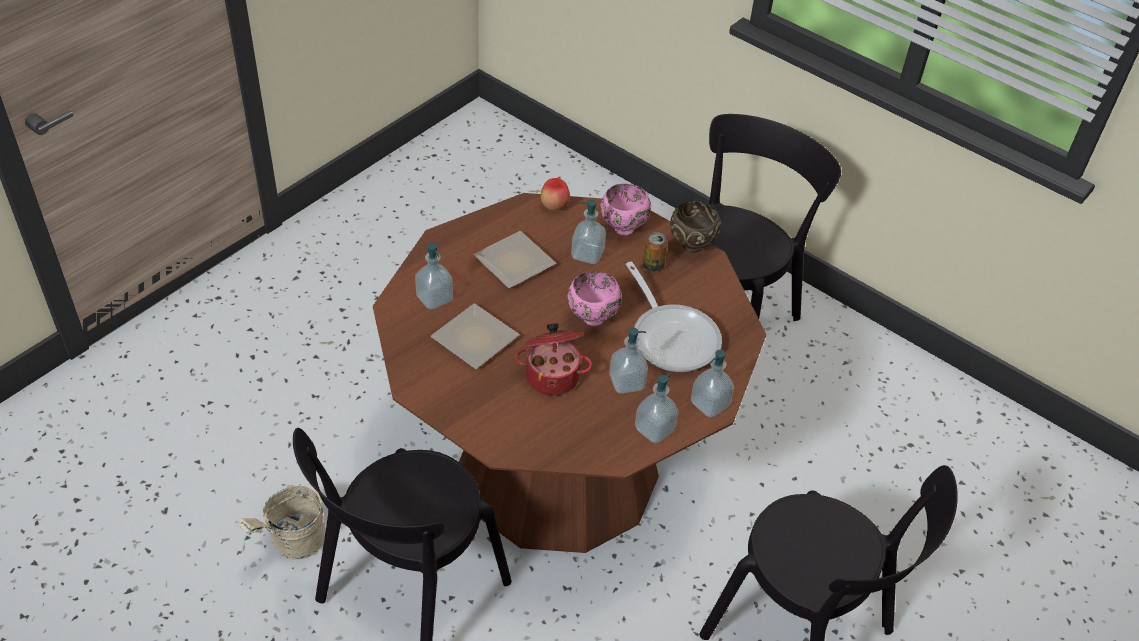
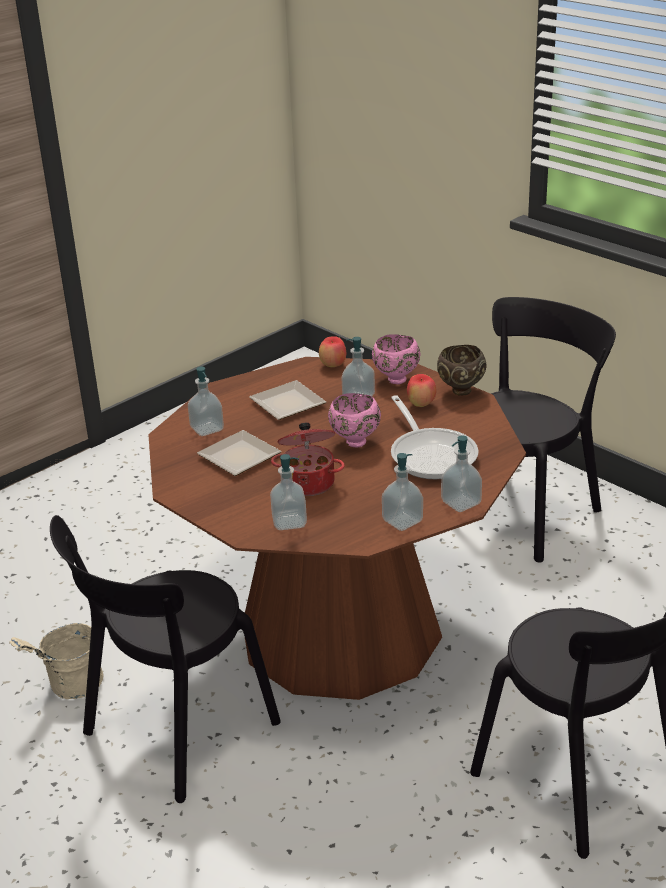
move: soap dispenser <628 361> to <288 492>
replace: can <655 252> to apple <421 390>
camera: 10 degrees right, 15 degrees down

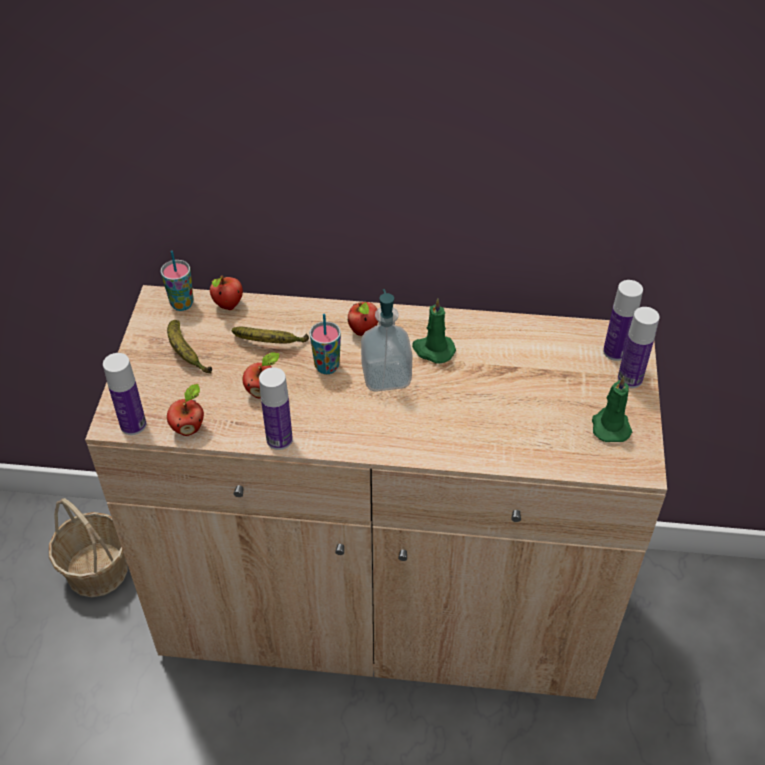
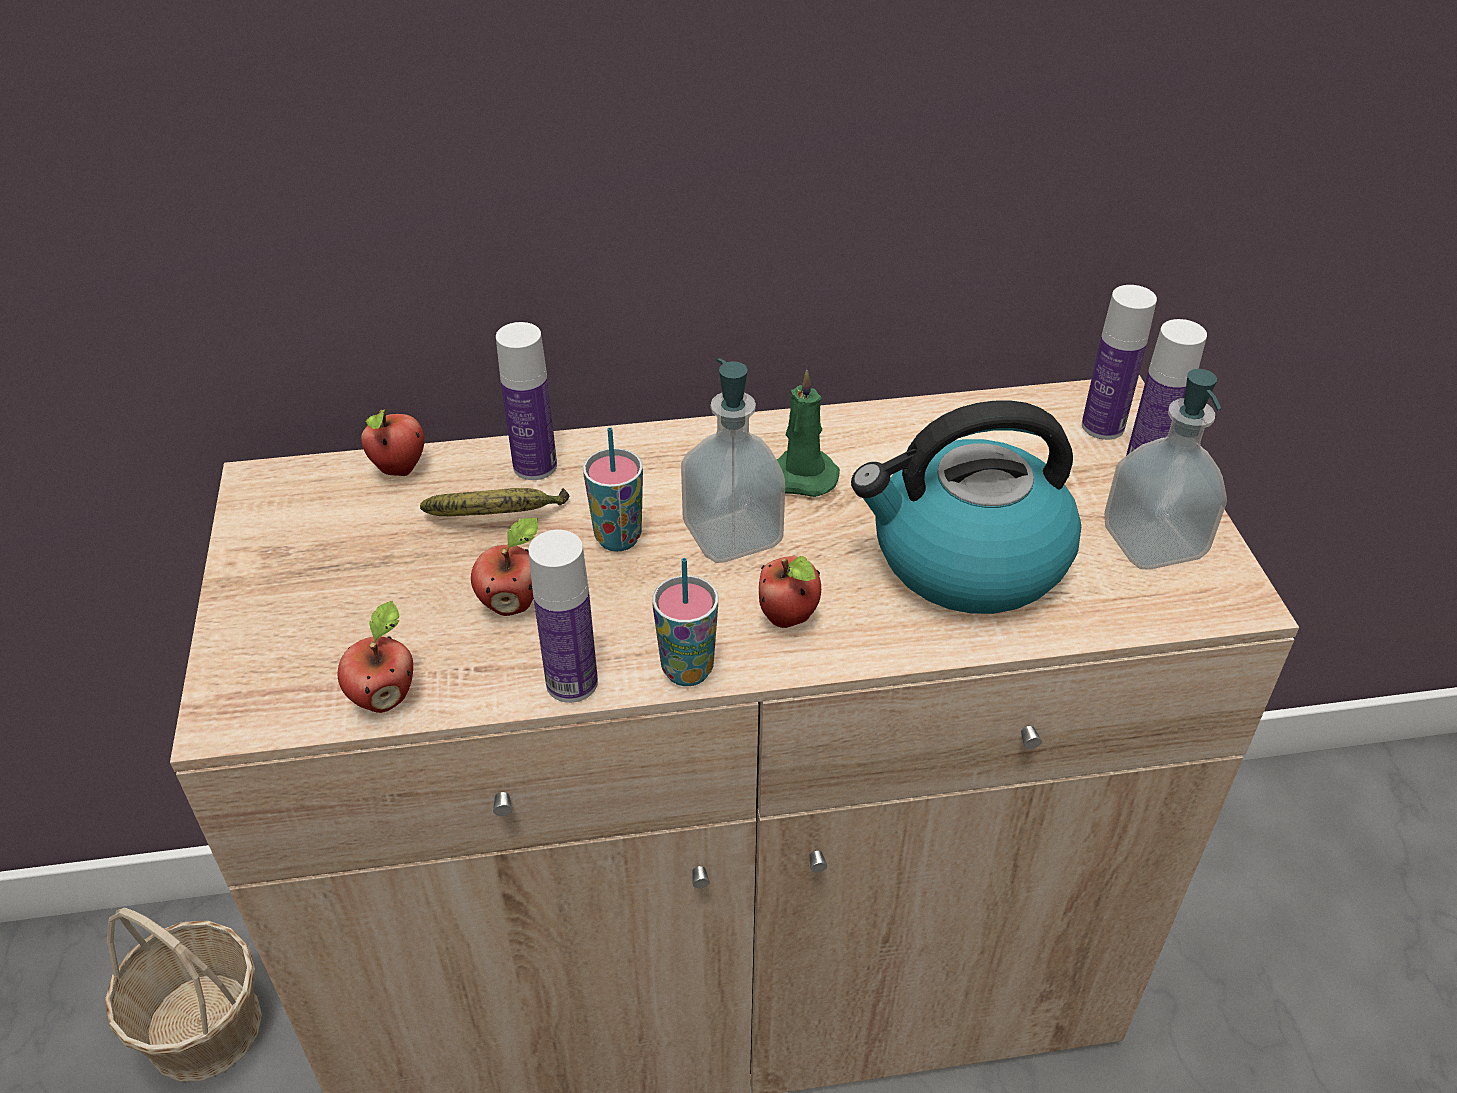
delete: banana <189 347>
insert: kettle <966 507>
move: bottle <124 394> to <526 401>; cup <177 281> to <685 622>; apple <363 319> to <790 592>
replace: candle (green) <612 409> to soap dispenser <1165 469>
camera: 15 degrees left, 5 degrees down

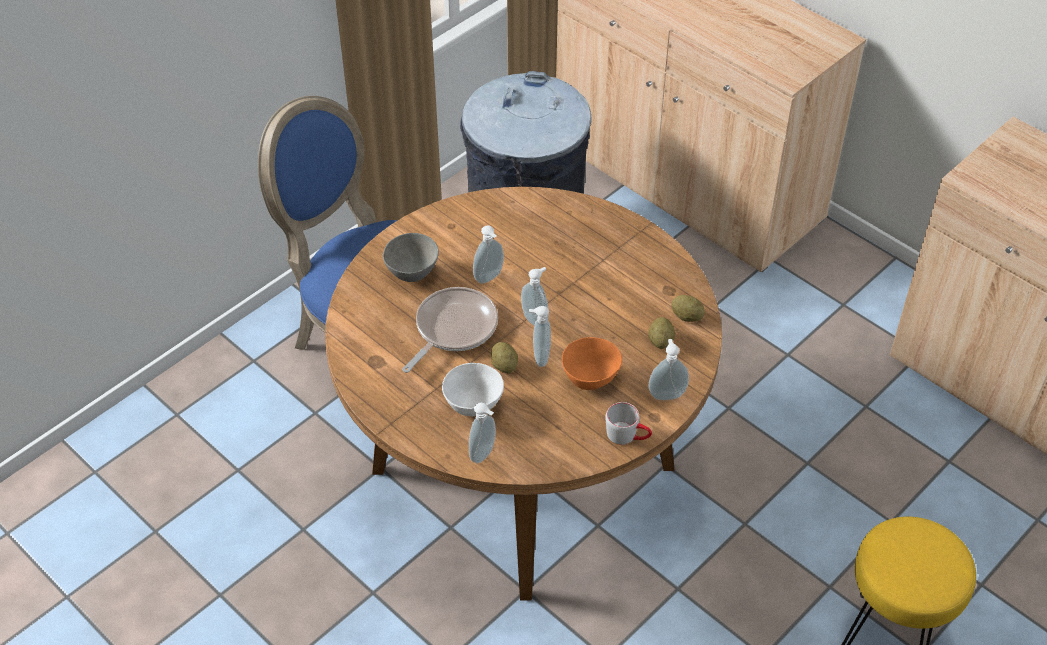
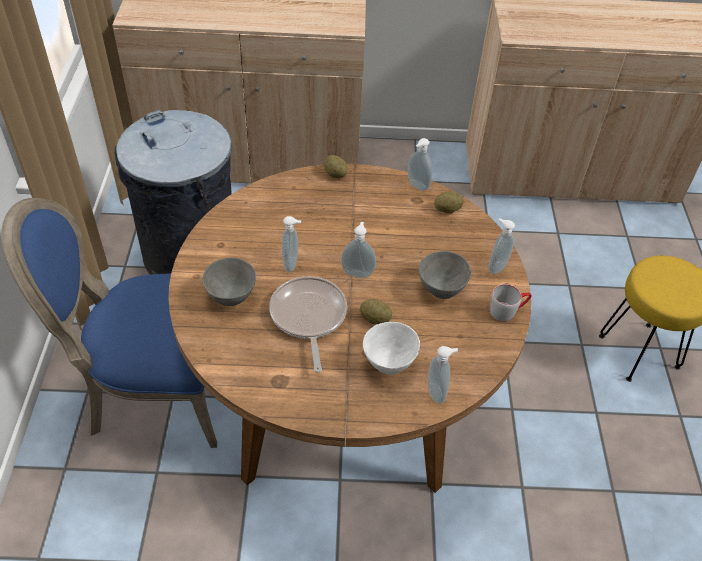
move: potato <661 333> to <336 166>; soap dispenser <540 336> to <420 164>
recolor: bowl (orange) <592 363> to bowl (grey) <445 275>
camera: 45 degrees left, 0 degrees up

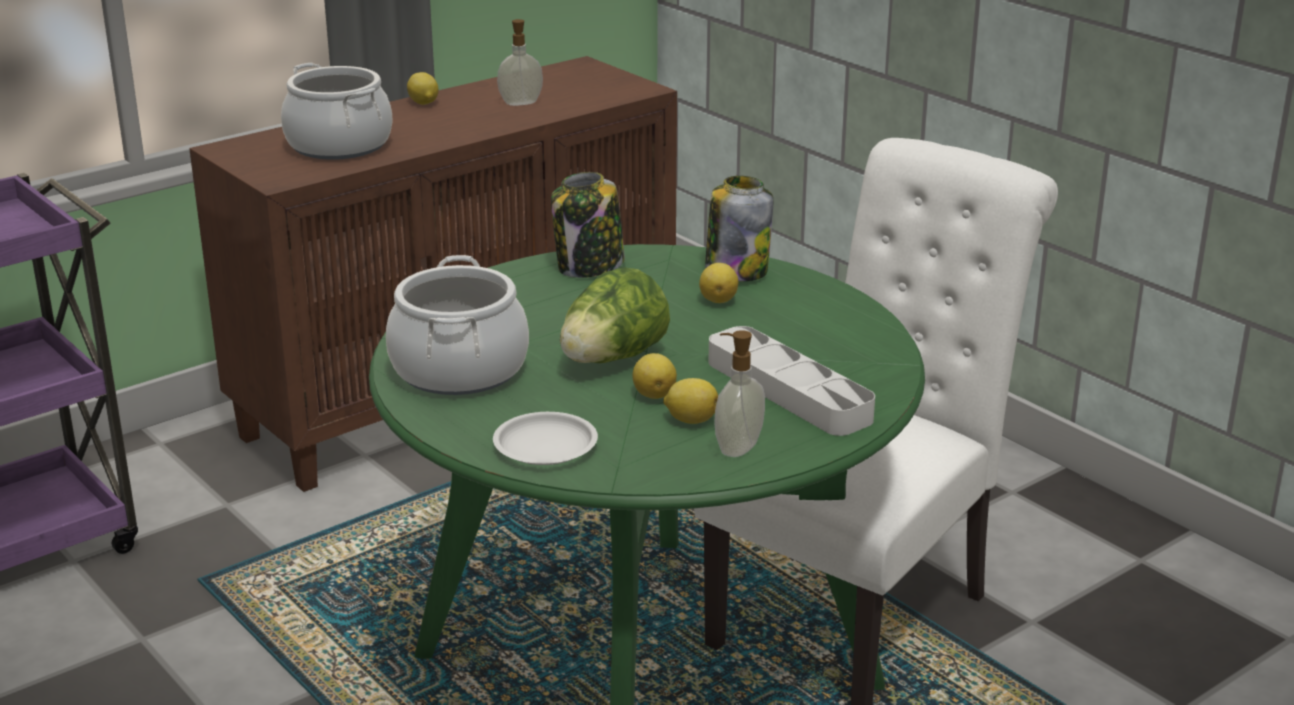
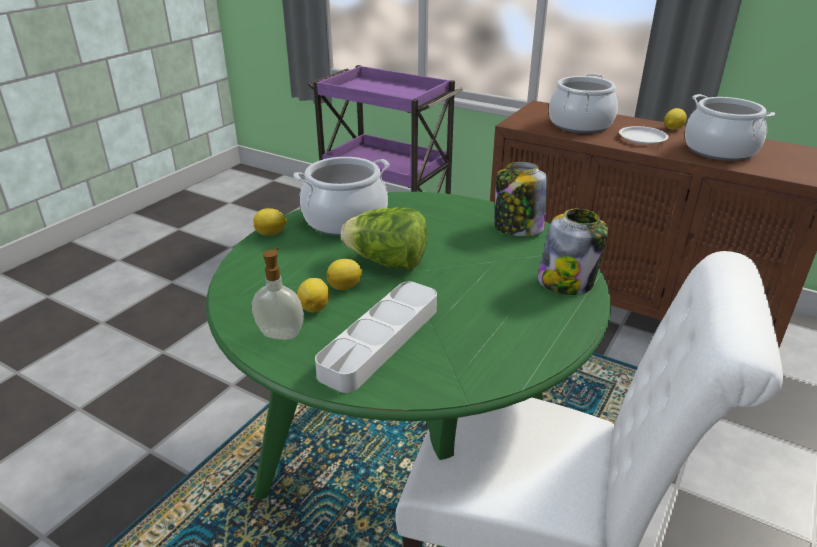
move: lemon <718 283> to <270 222>; plate (white) <545 438> to <644 135>
replace: soap dispenser <520 62> to cooking pot <730 127>
camera: 70 degrees right, 5 degrees up

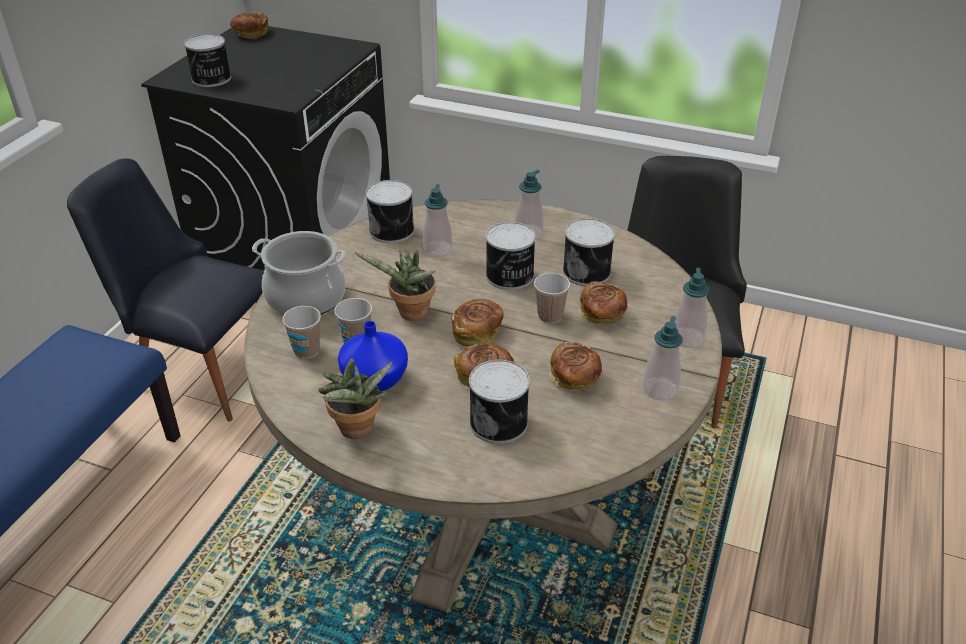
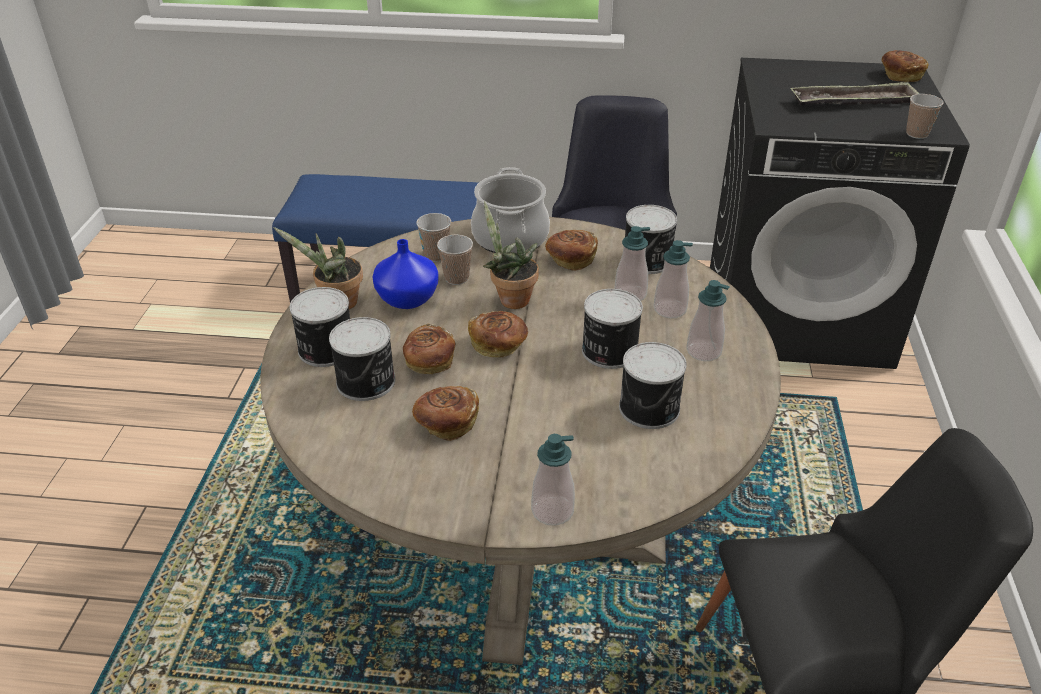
insert: tray <855 93>
move: can <207 60> to <320 327>; bread <603 303> to <571 250>; soap dispenser <662 358> to <673 279>; cup <552 298> to <925 116>
camera: 75 degrees right, 0 degrees up

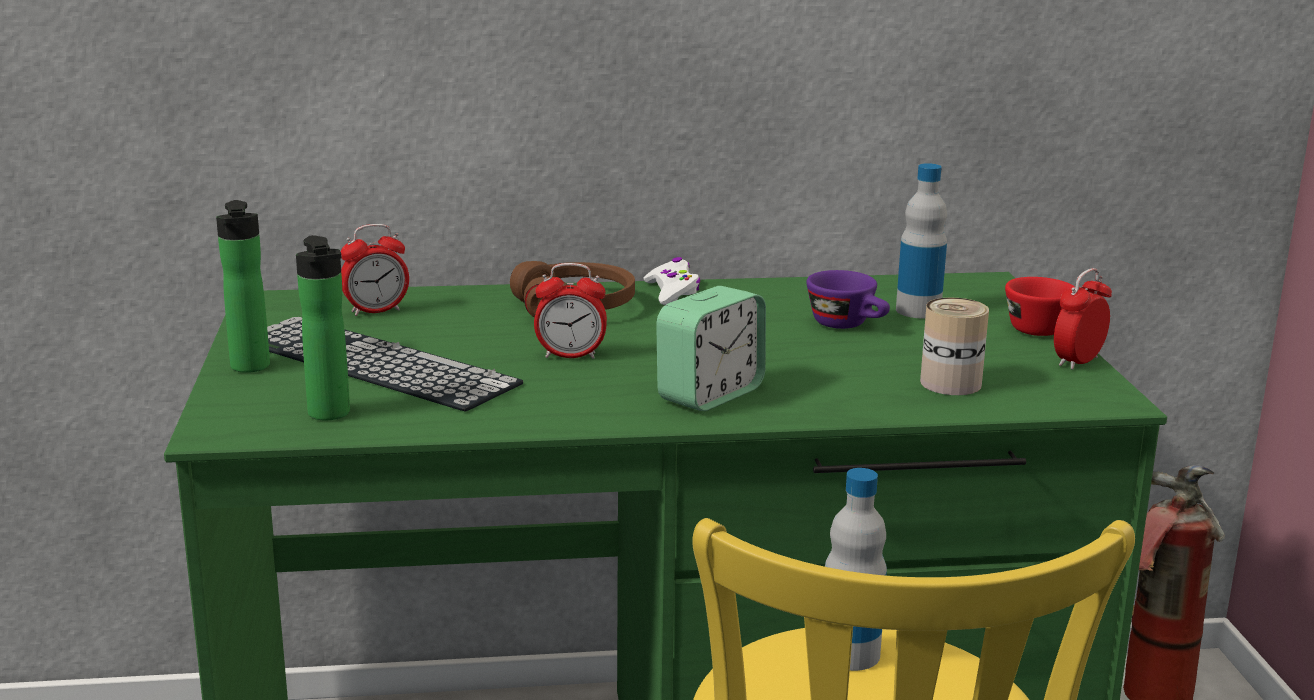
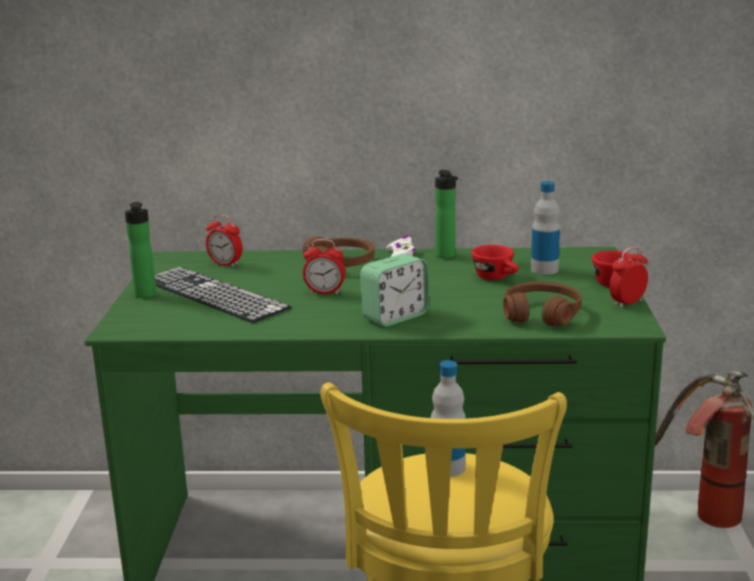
move: bottle <323 327> to <446 214>
replace: can <954 346> to headphones (brown) <542 303>
recolor: cup (purple) <848 299> to cup (red) <495 262>
rotate: alarm clock <375 270> = <224 241> 45 degrees clockwise
camera: 10 degrees right, 0 degrees up

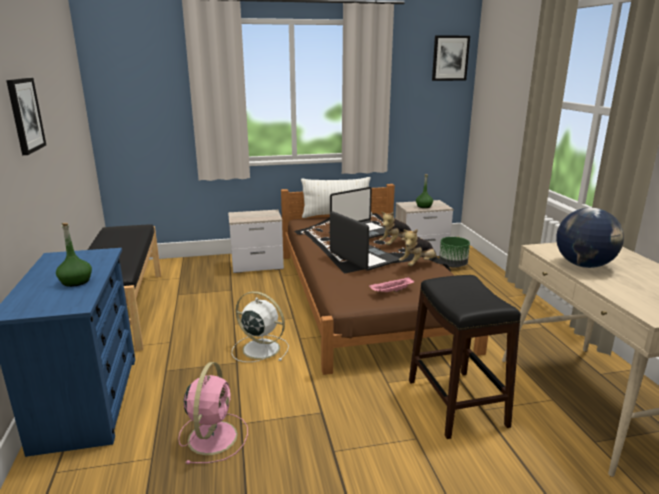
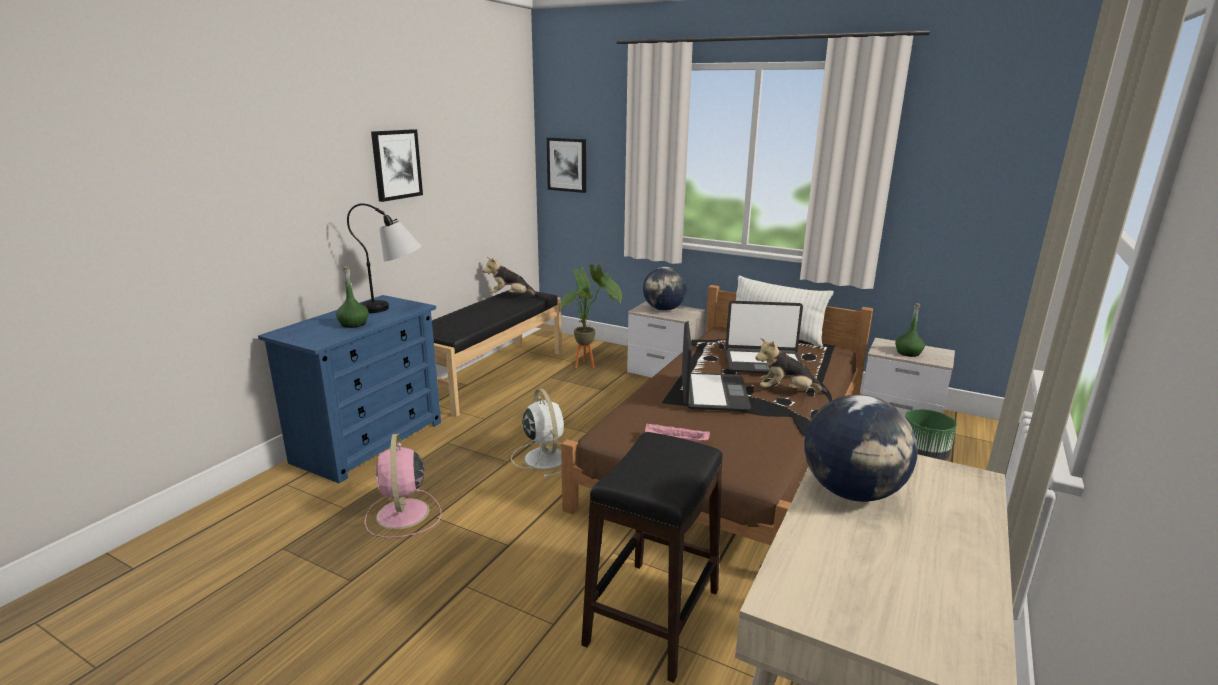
insert: table lamp <384 258>; potted plant <591 316>; globe <665 289>
move: plush toy <418 247> to <511 277>; picture <451 58> to <566 165>
rotate: fan (pink) <213 413> = <403 485> 120 degrees clockwise
camera: 40 degrees right, 0 degrees up

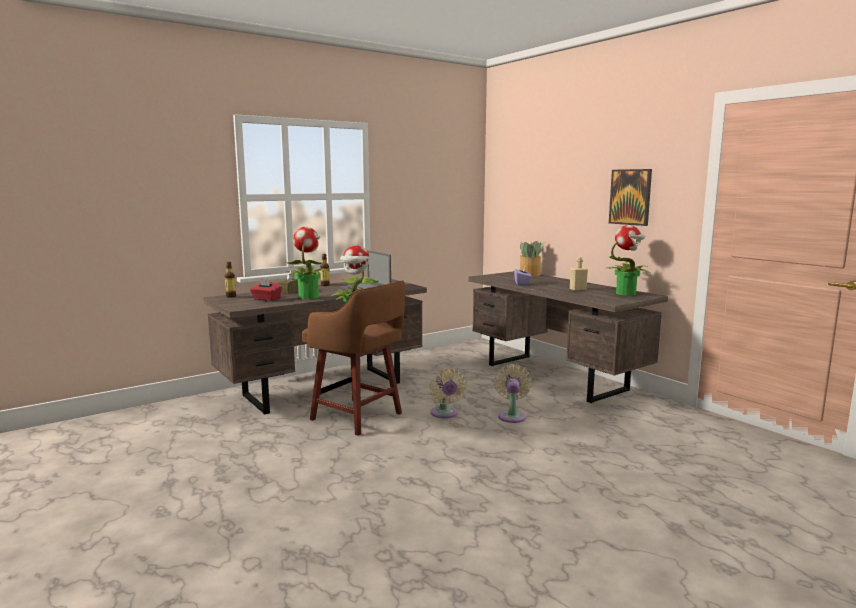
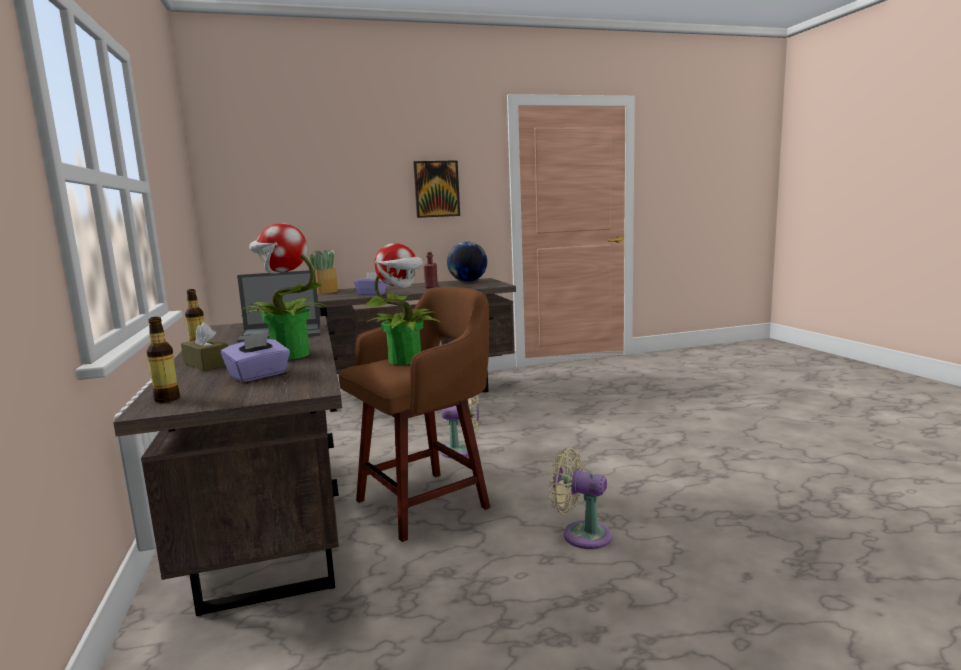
move: fan (beige) <513 393> to <580 498>
replace: potted plant <628 260> to globe <467 261>
recolor: tissue box (red) <266 289> to tissue box (purple) <255 356>; bottle (beige) <579 274> to bottle (red) <431 270>
camera: 70 degrees left, 0 degrees up

